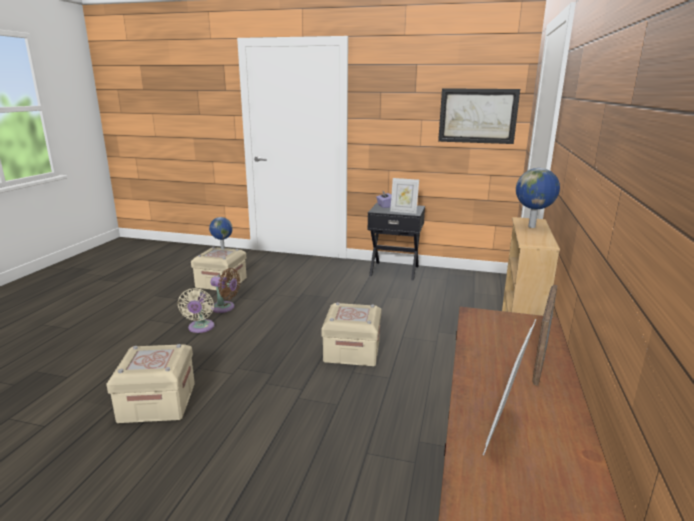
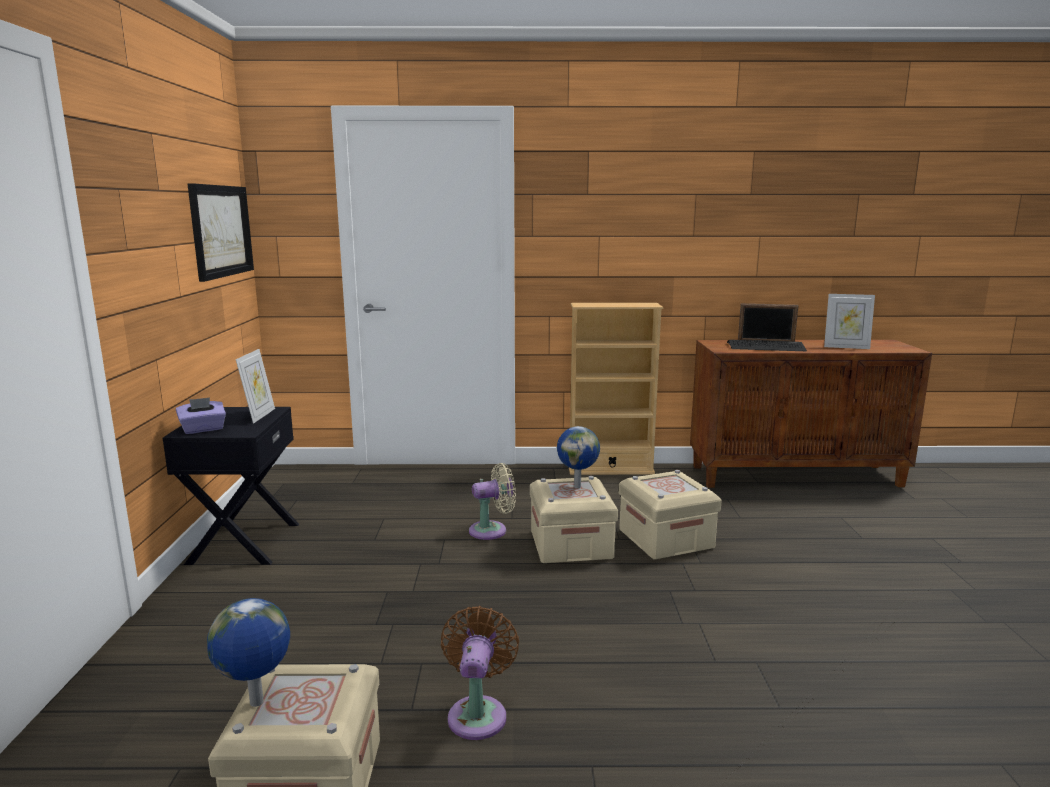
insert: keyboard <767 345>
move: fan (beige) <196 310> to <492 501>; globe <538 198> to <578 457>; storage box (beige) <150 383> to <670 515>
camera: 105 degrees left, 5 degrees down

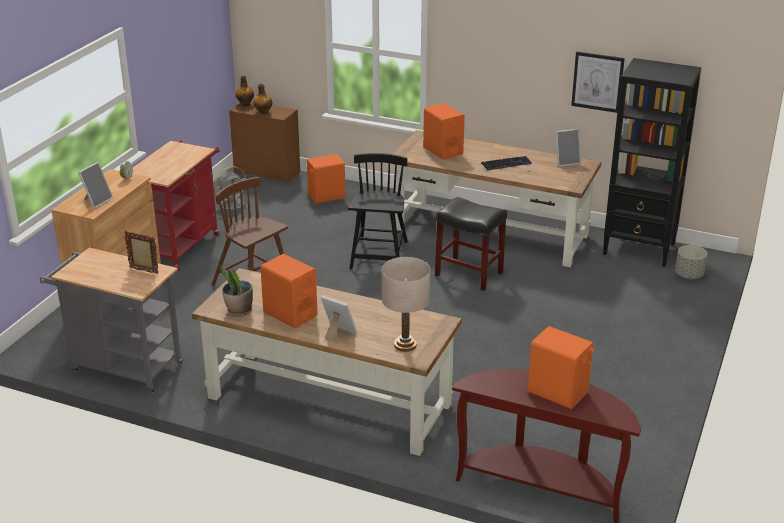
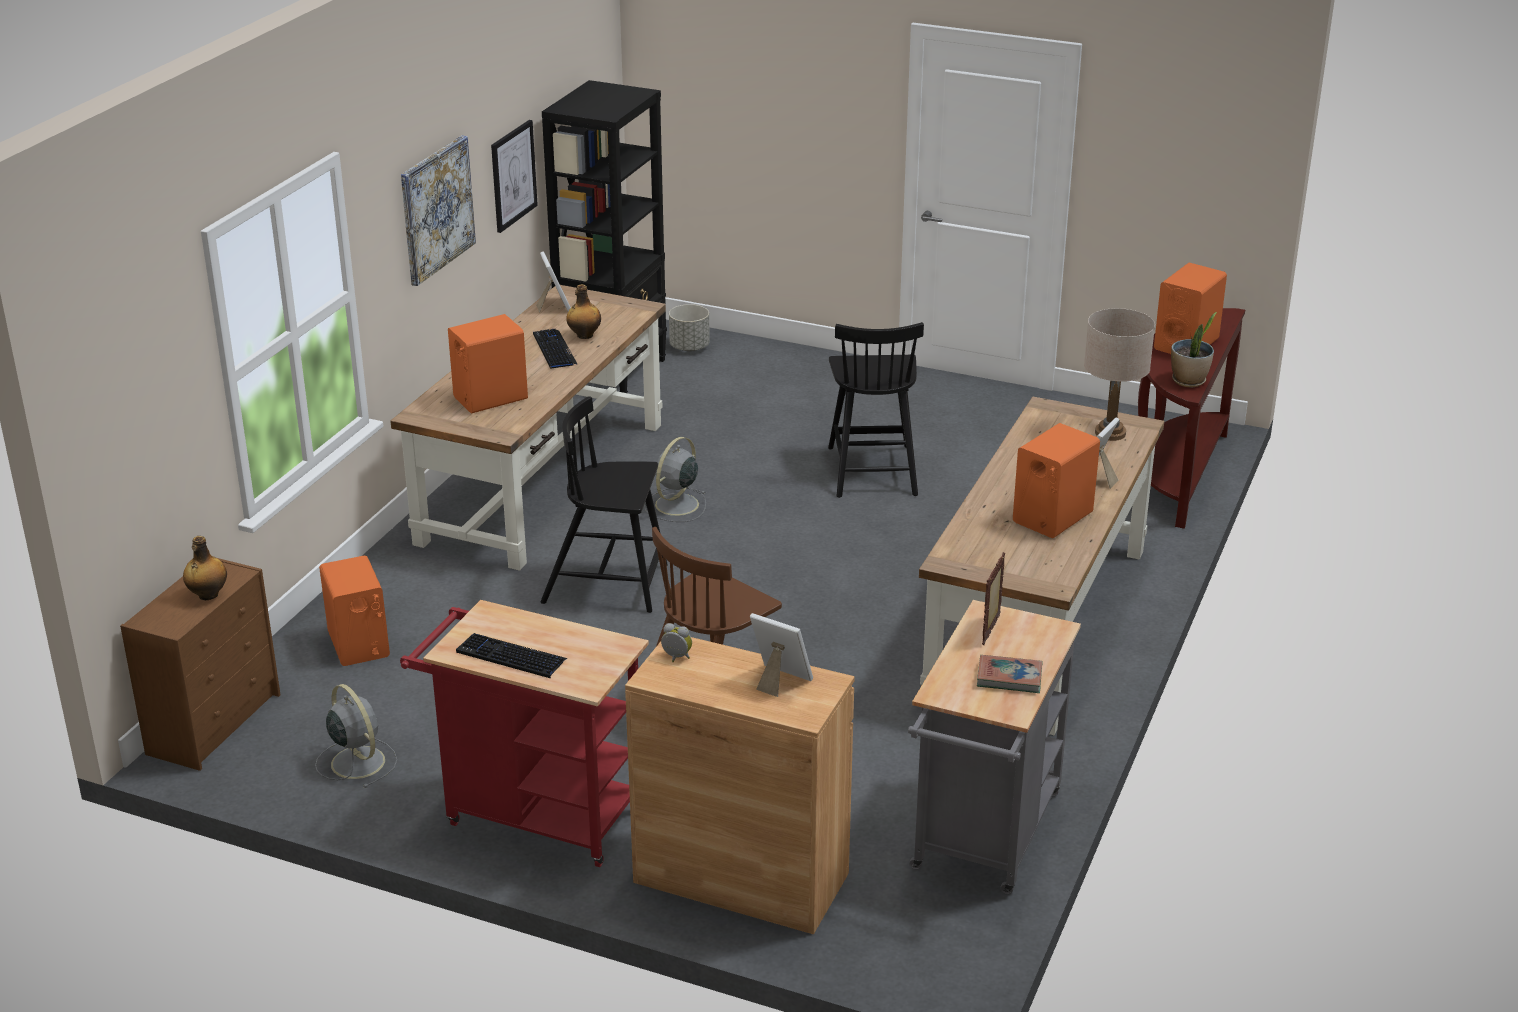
insert: picture <438 210>; keyboard <512 655>; chair (black) <876 410>; book <1010 674>
move: bottle <245 91> to <583 311>; potted plant <236 291> to <1194 349>
replace: stool (black) <471 244> to fan (grey) <675 479>
camera: 90 degrees left, 0 degrees up

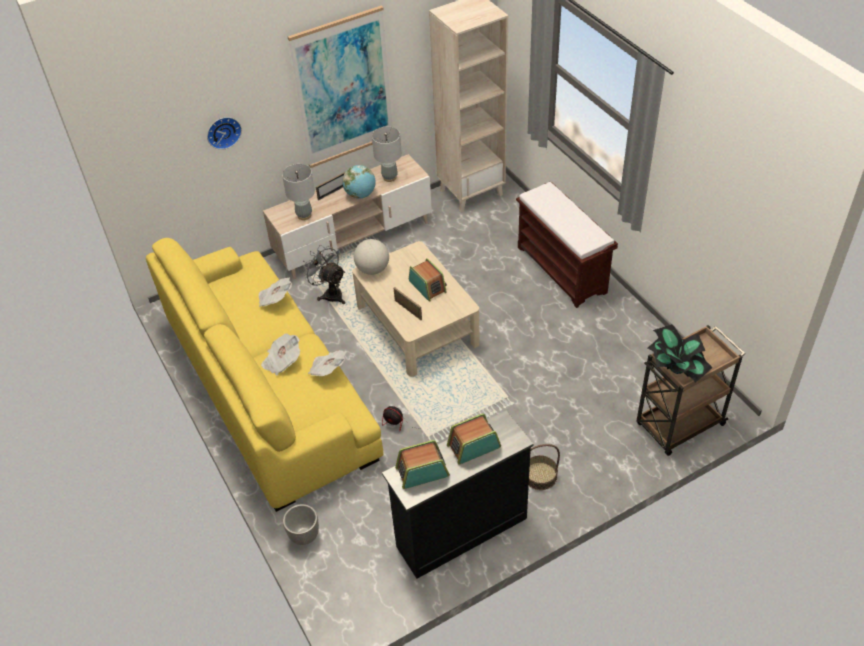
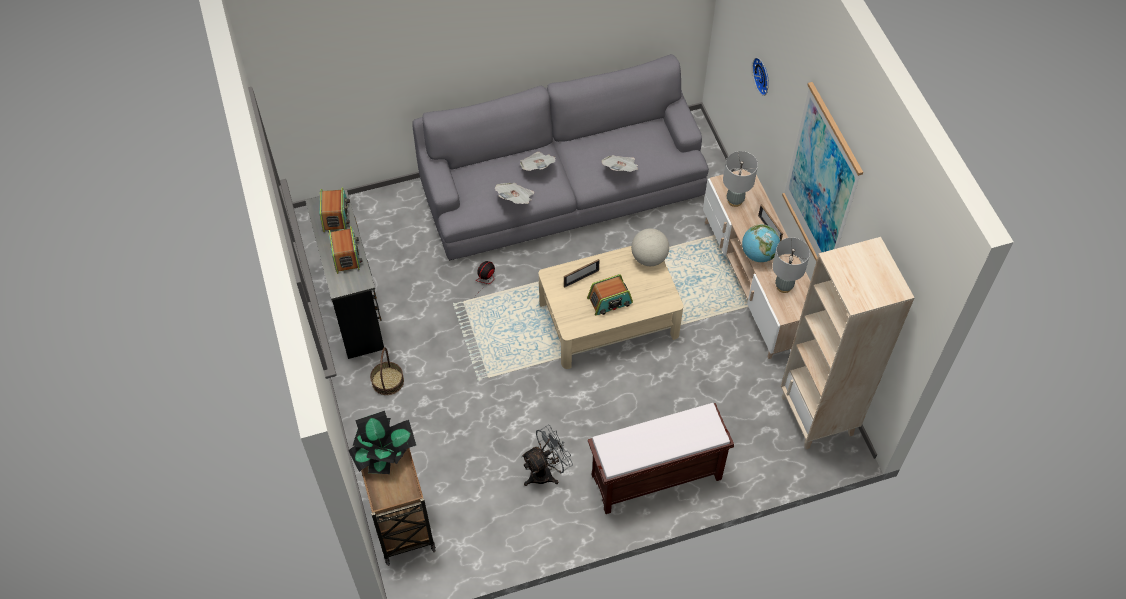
delete: planter <301 524>
move: fan (grey) <323 274> to <547 455>
recolor: sofa (yellow) <264 375> to sofa (grey) <560 157>
camera: 100 degrees right, 10 degrees up

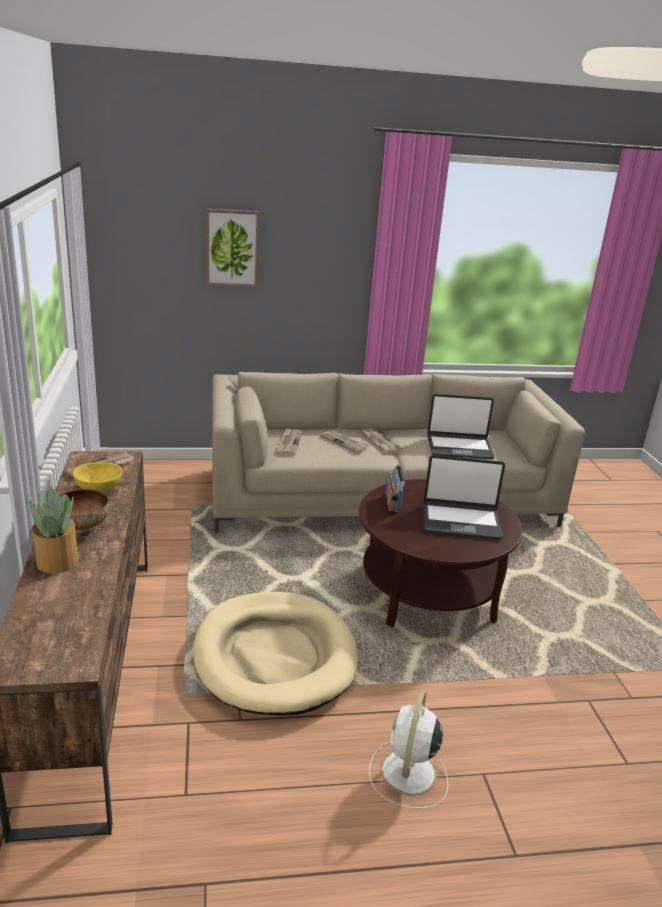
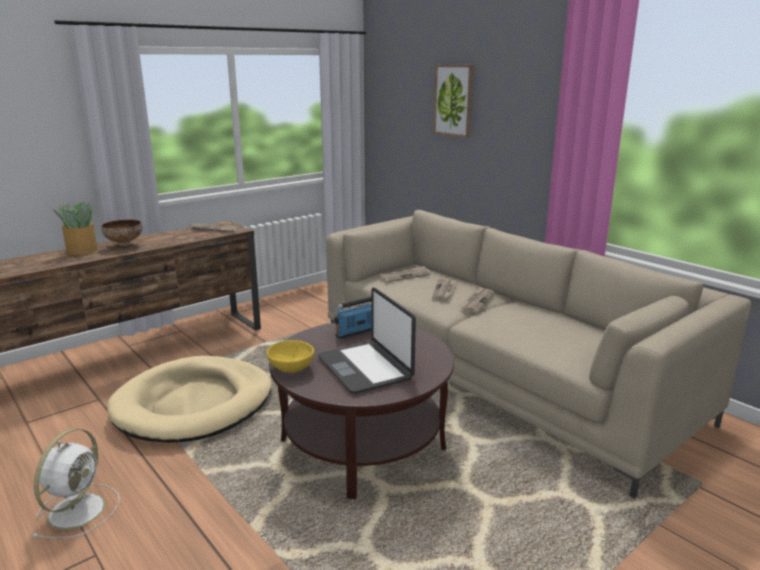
delete: laptop <461 426>
move: bowl (yellow) <97 477> to <290 356>
rotate: fan (white) <408 749> = <75 483> 120 degrees clockwise
camera: 60 degrees right, 5 degrees down

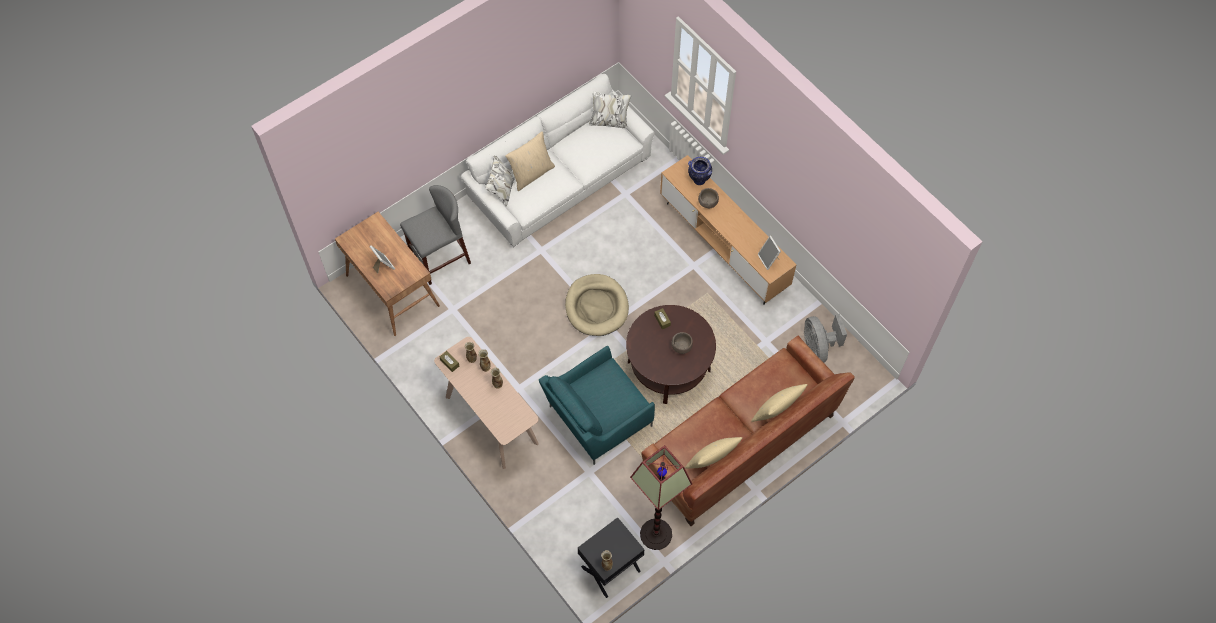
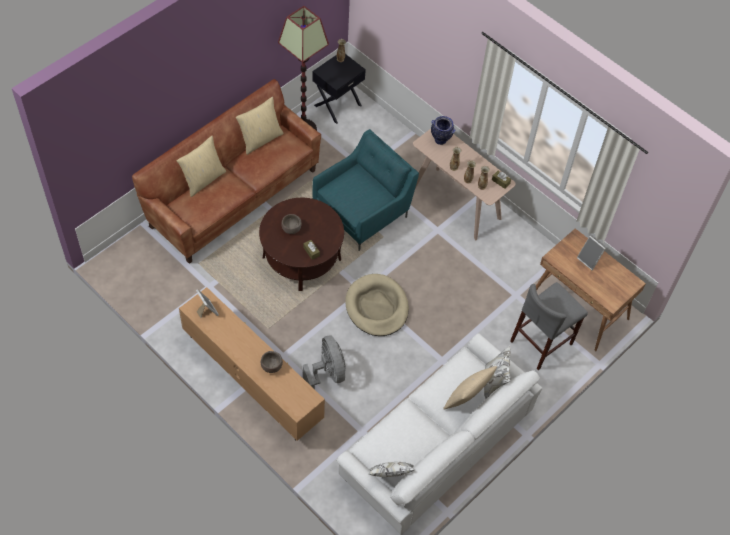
move: fan (grey) <825 338> to <324 362>; vase <700 171> to <443 130>
camera: 170 degrees right, 5 degrees down

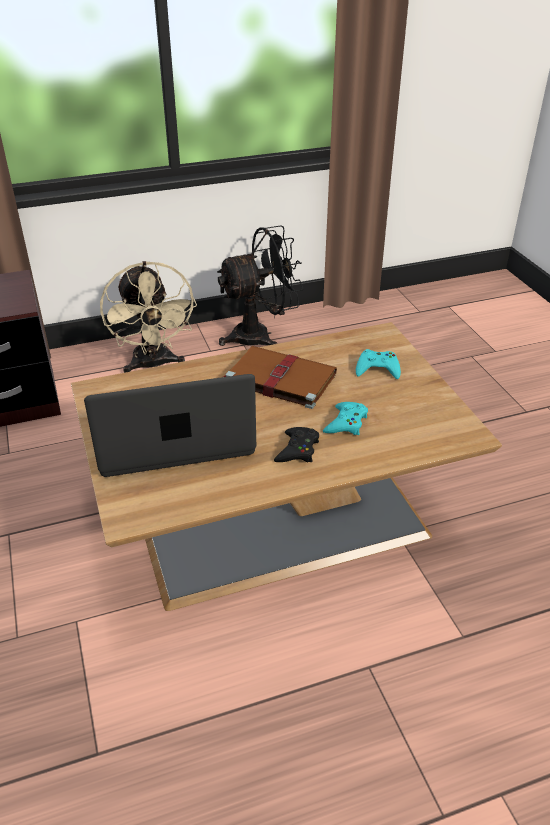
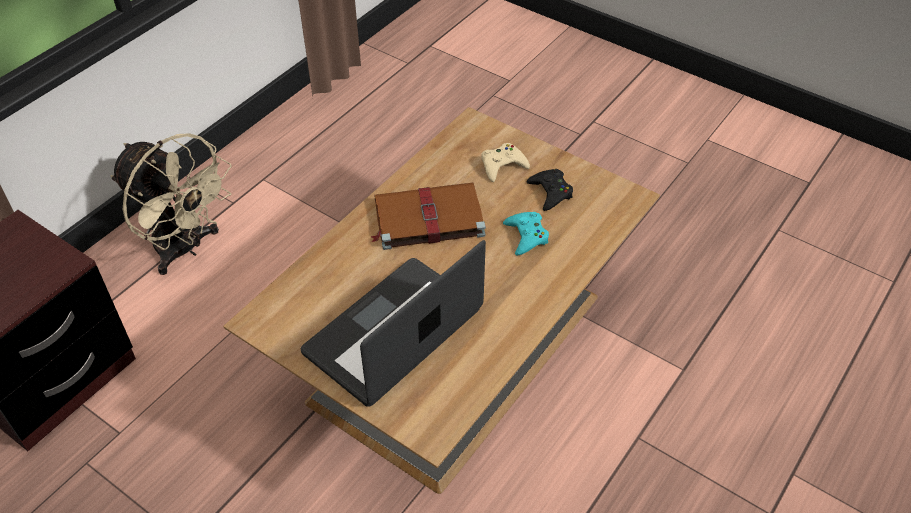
delete: fan (black) <260 285>
move: game controller (black) <296 445> to <549 190>
recolor: game controller (turquoise) <378 364> to game controller (beige) <505 162>
camera: 35 degrees left, 10 degrees up

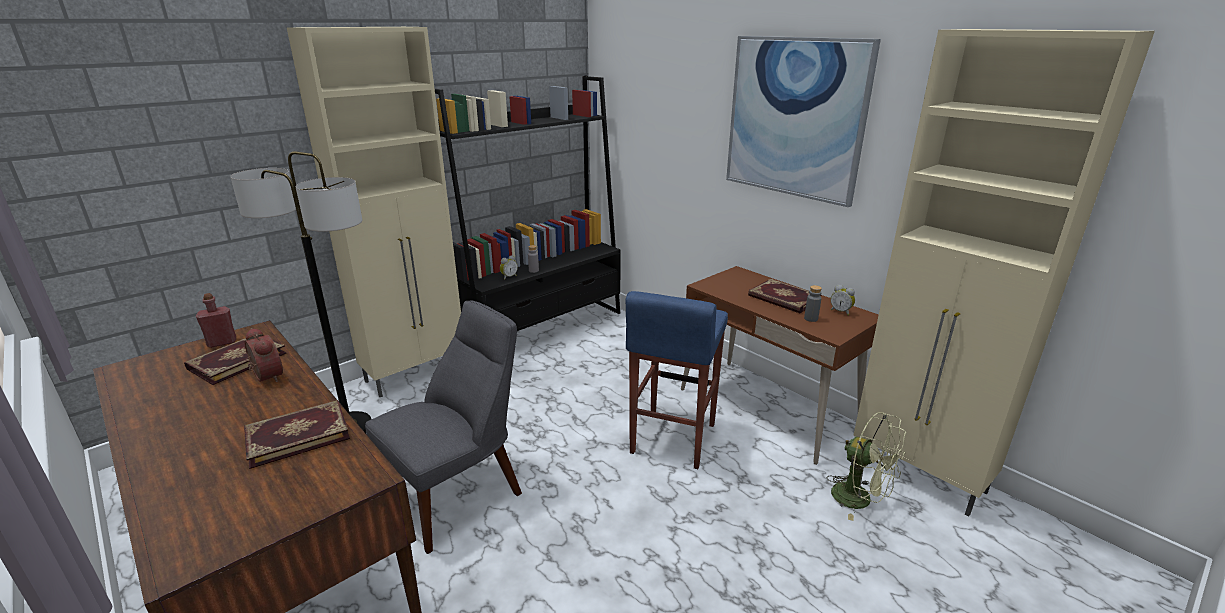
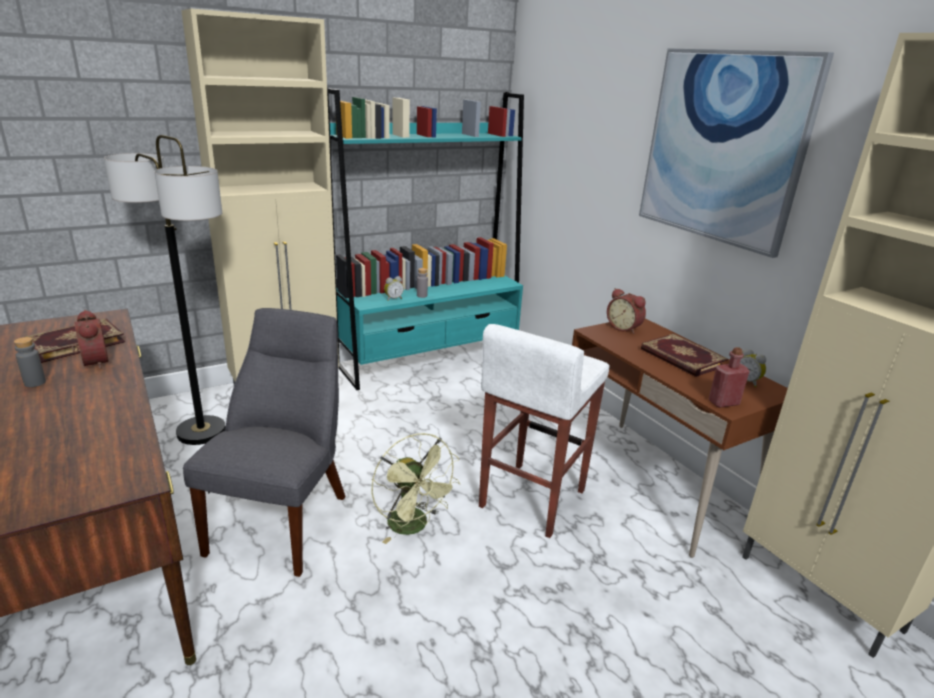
delete: book <297 434>
insert: alarm clock <626 311>
move: bottle (grey) <813 303> to <30 362>; fan (green) <866 466> to <415 488>; bottle (red) <216 320> to <729 377>
recolor: bookcase (black) <528 203> to bookcase (turquoise) <425 238>; stool (blue) <676 380> to stool (white) <544 431>
rotate: chair (grey) <443 427> = <264 442> 45 degrees counterclockwise
camera: 10 degrees right, 0 degrees up

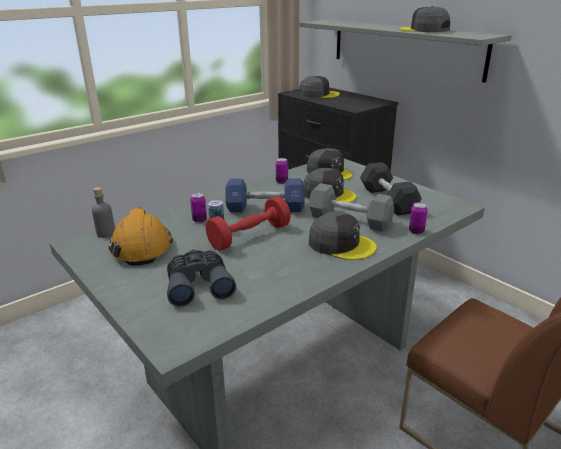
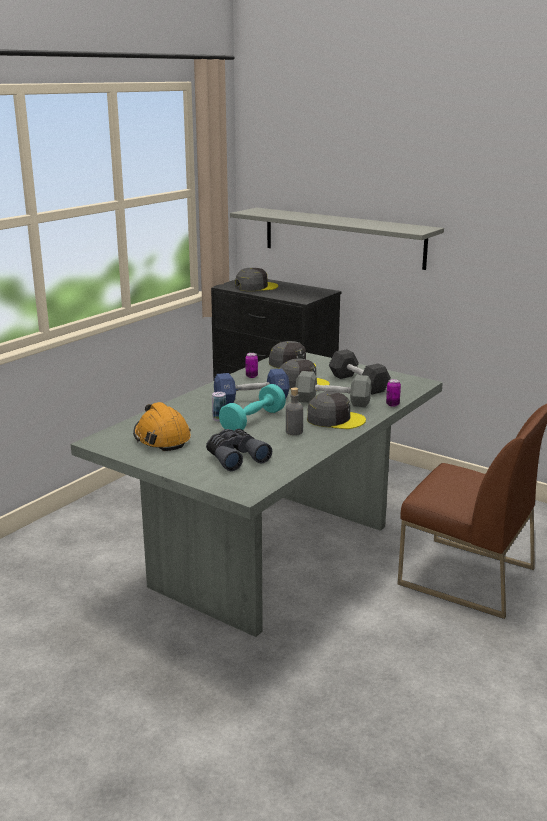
delete: can <198 208>; cap (grey) <425 19>
move: bottle (grey) <103 212> to <294 411>
recolor: dumbbell (red) <248 223> to dumbbell (turquoise) <252 407>
camera: 15 degrees left, 5 degrees down

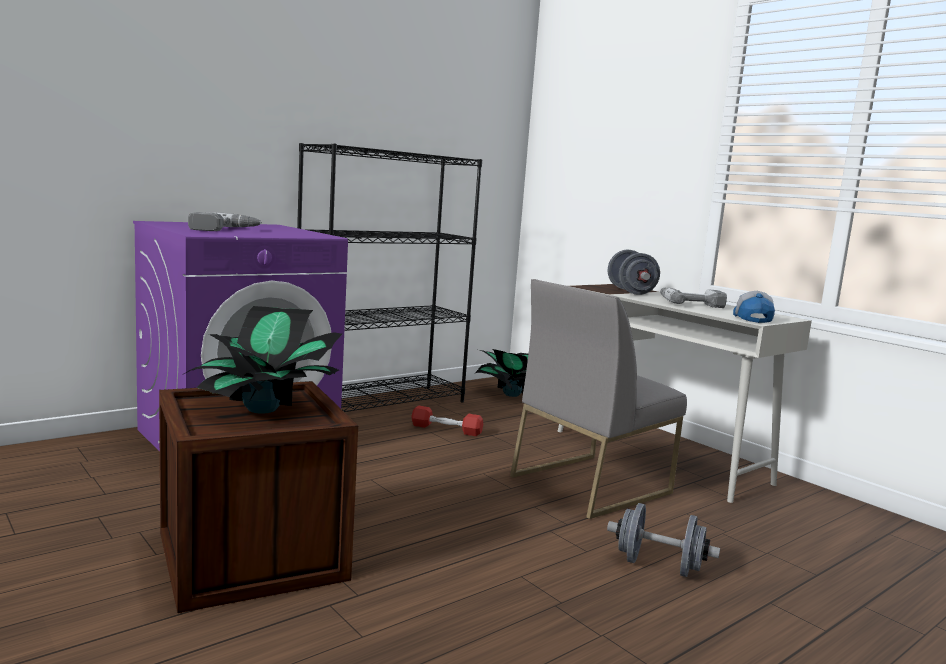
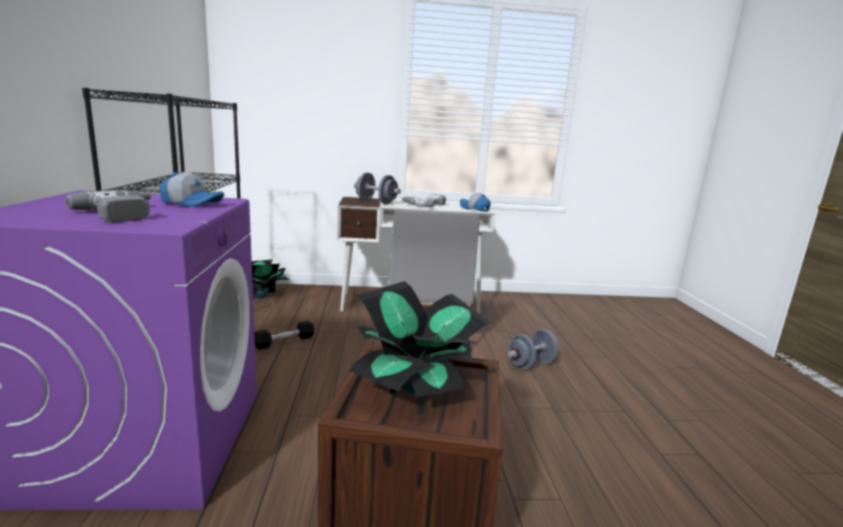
insert: cap <192 189>
recolor: dumbbell (red) <447 421> to dumbbell (black) <284 335>
camera: 55 degrees left, 5 degrees up

